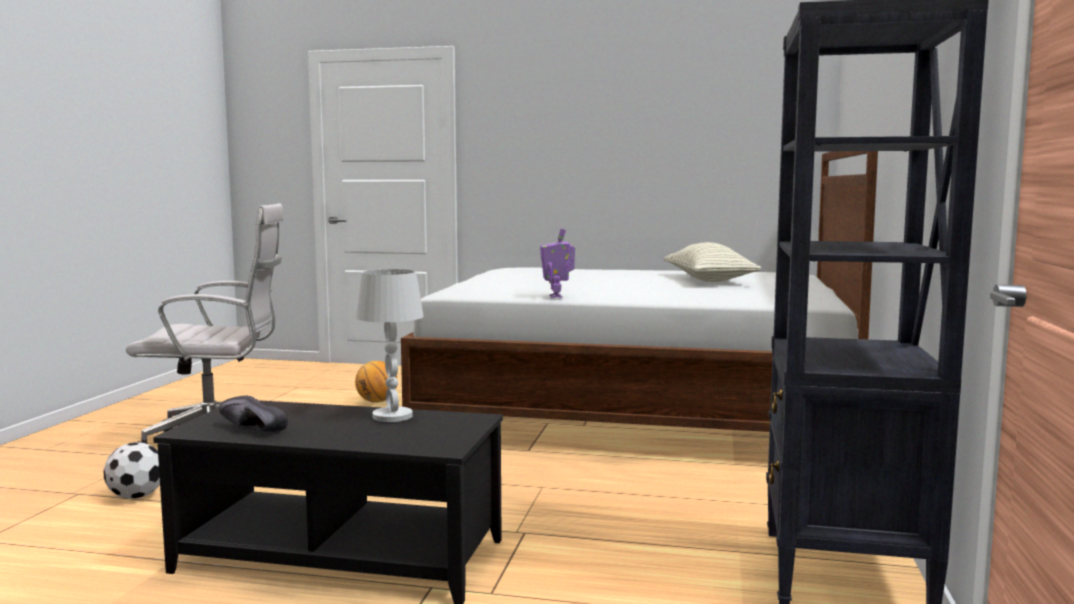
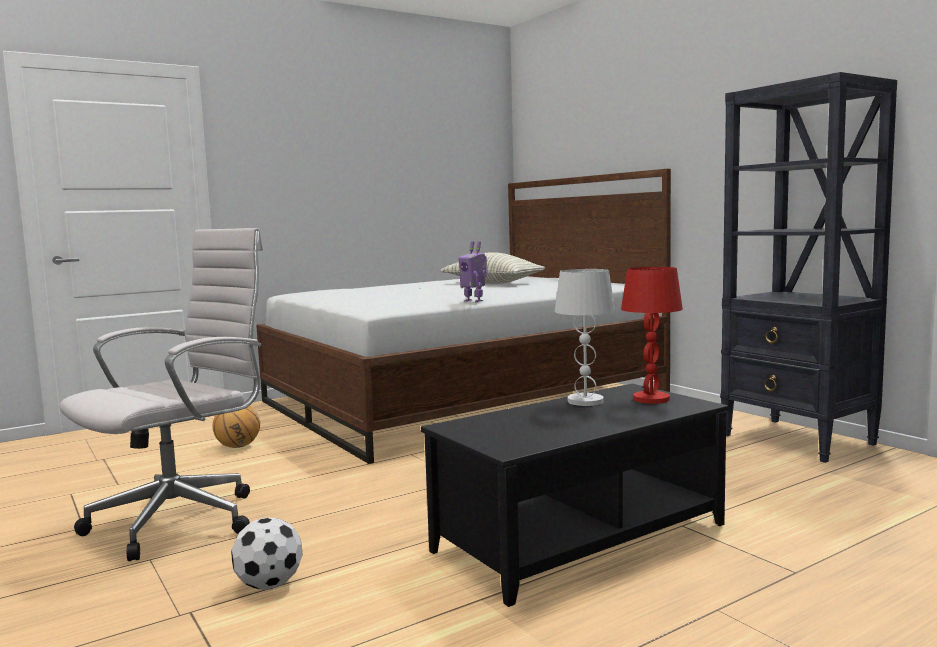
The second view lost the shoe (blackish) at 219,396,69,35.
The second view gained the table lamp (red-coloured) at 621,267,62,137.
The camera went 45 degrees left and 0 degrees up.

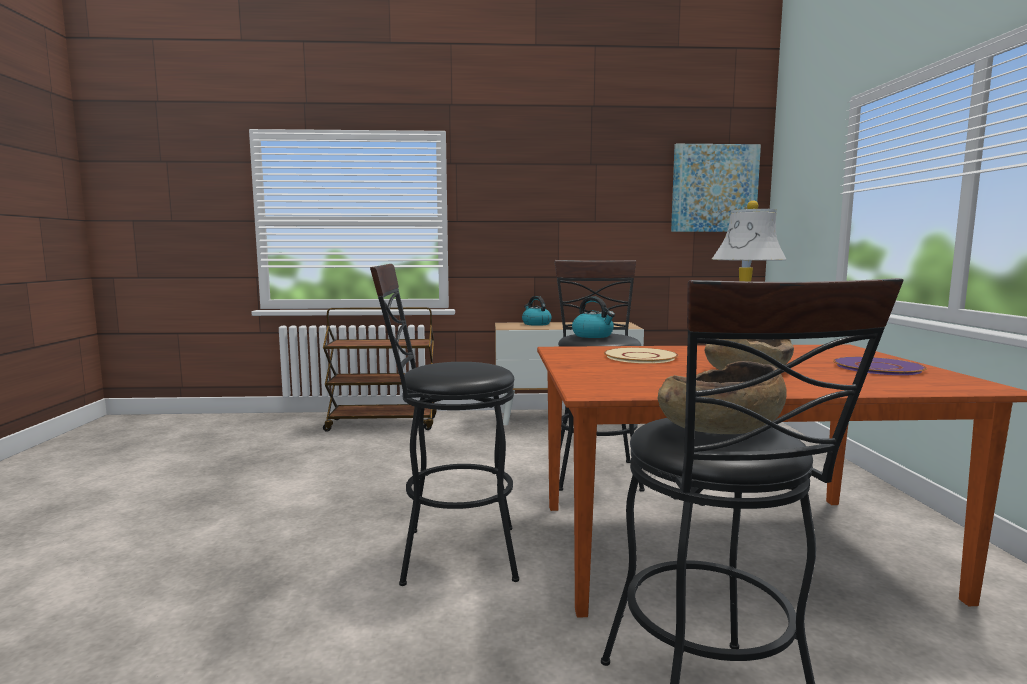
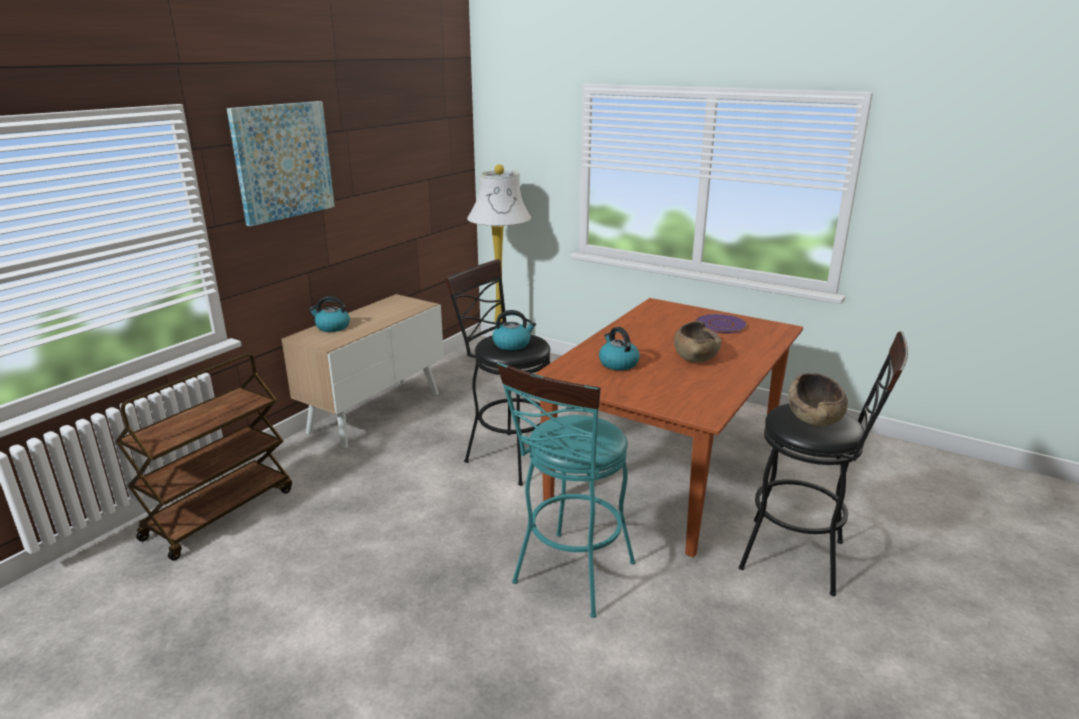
The picture ended up elsewhere, having gone from 671,144,90,88 to 227,101,108,125.
What was the sitting stool (blackish) at 370,264,149,322 turned into the sitting stool (blue-green) at 497,362,138,256.
Where the plate (beige-coloured) stood at 604,347,75,16, the water kettle came to stand at 599,327,41,43.
The camera went 55 degrees left and 15 degrees up.

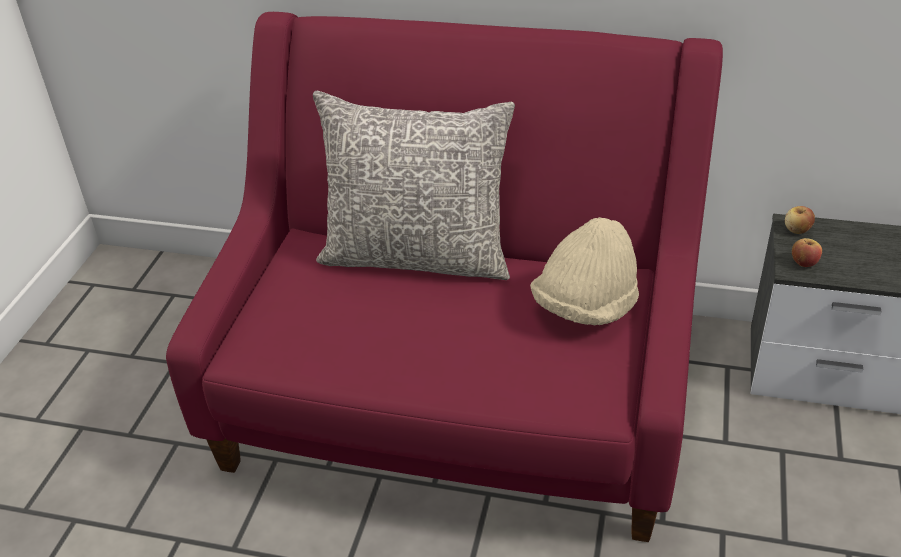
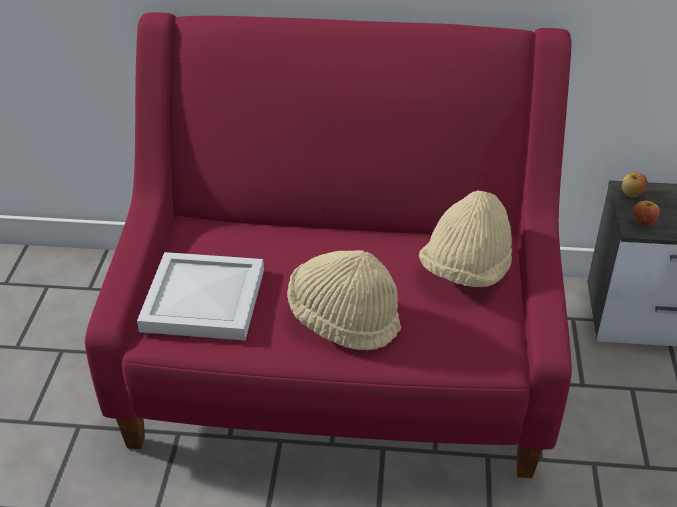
The second view lost the cushion (grey) at 313,91,202,189.
The second view gained the hat (beige-coloured) at 287,250,114,101.
The second view gained the carrying tray (whitish) at 137,252,127,88.
The camera went 10 degrees left and 0 degrees up.

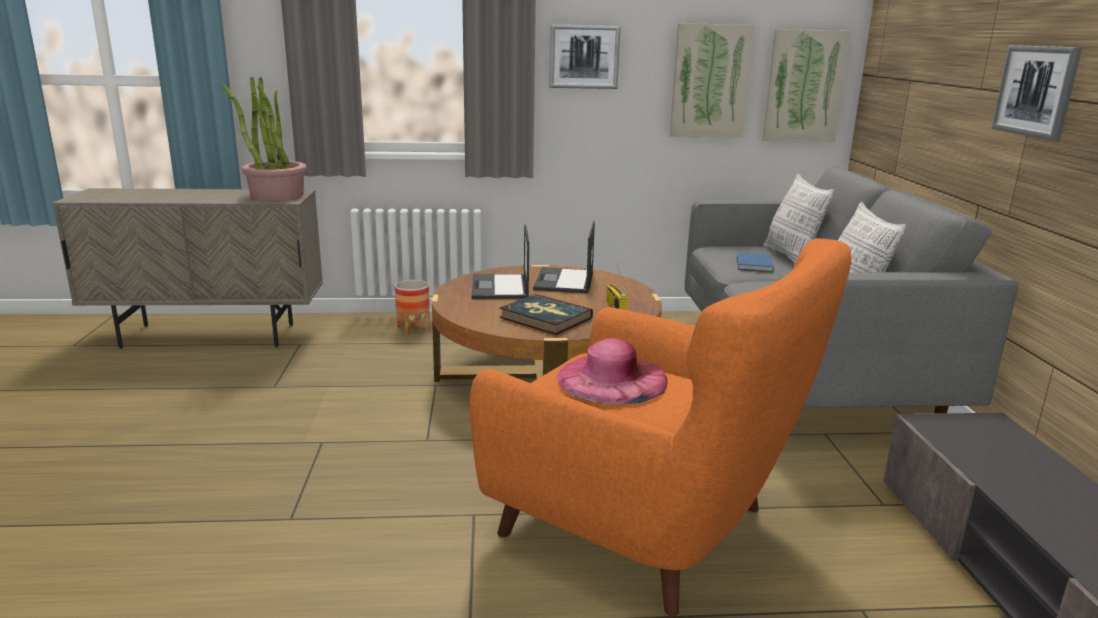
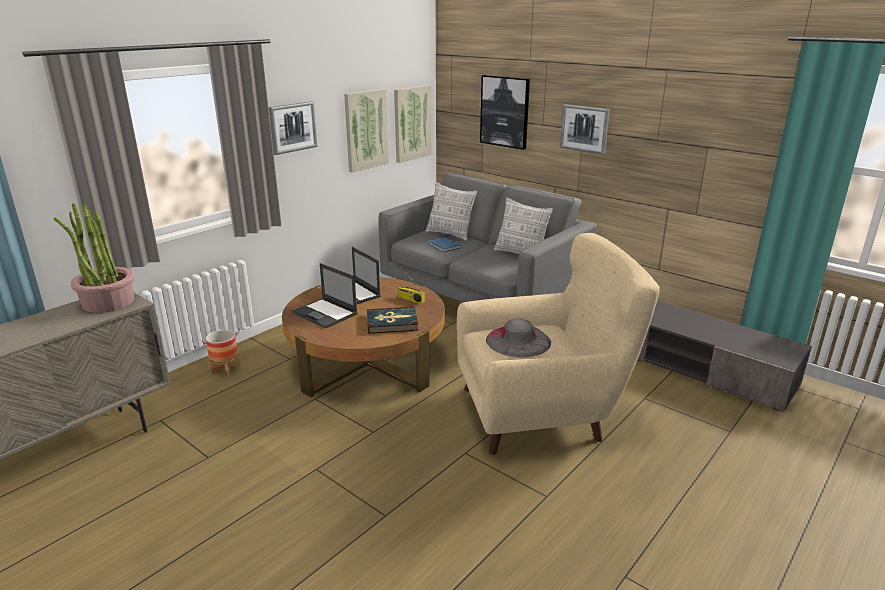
What was the easy chair (orange-coloured) at 469,238,382,378 turned into the easy chair (beige-coloured) at 457,233,202,222.
What was the hat (pink-coloured) at 556,338,112,66 turned into the hat (grey) at 486,318,65,40.
The second view gained the picture at 480,75,50,75.
The camera went 45 degrees left and 5 degrees up.

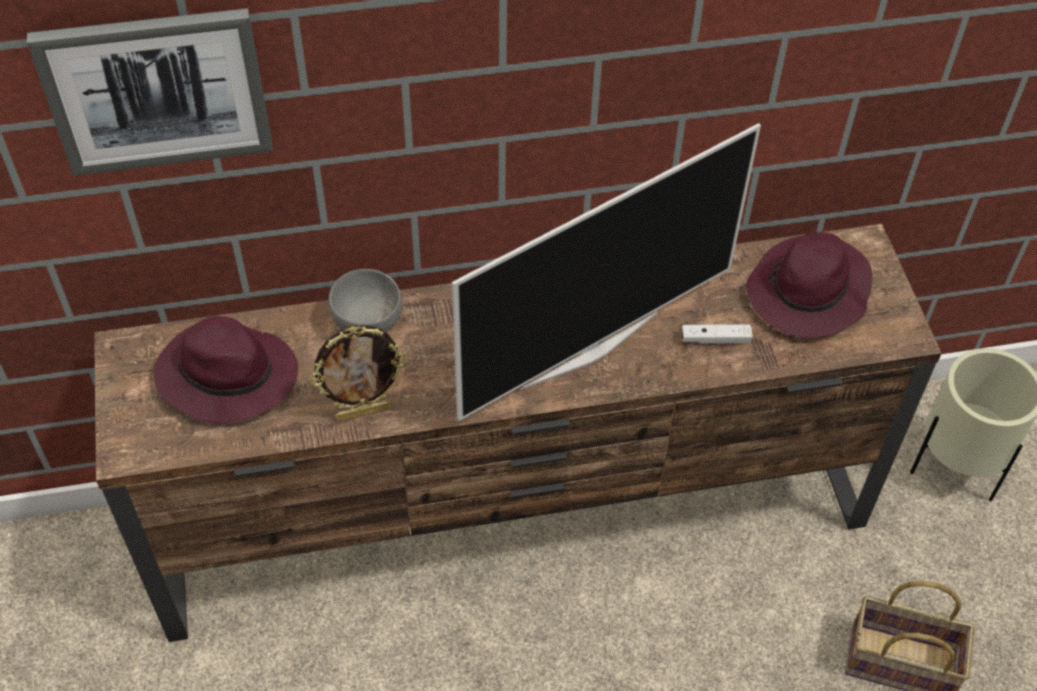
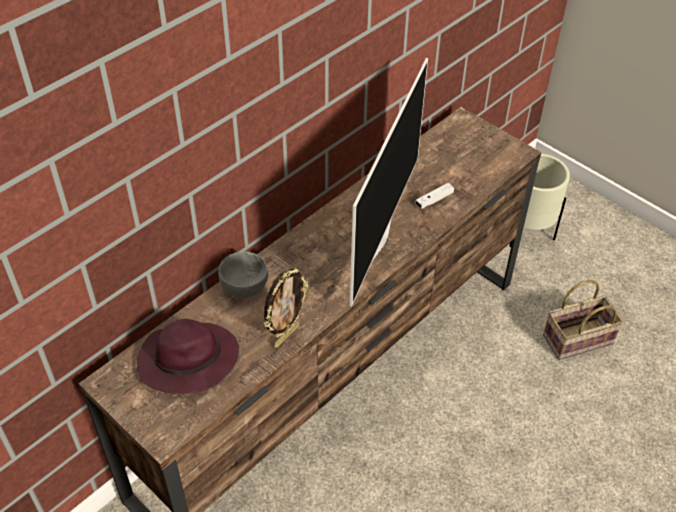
The second view lost the picture at 27,8,246,168.
The second view lost the hat (purple-coloured) at 746,232,126,106.
The camera went 35 degrees left and 5 degrees down.

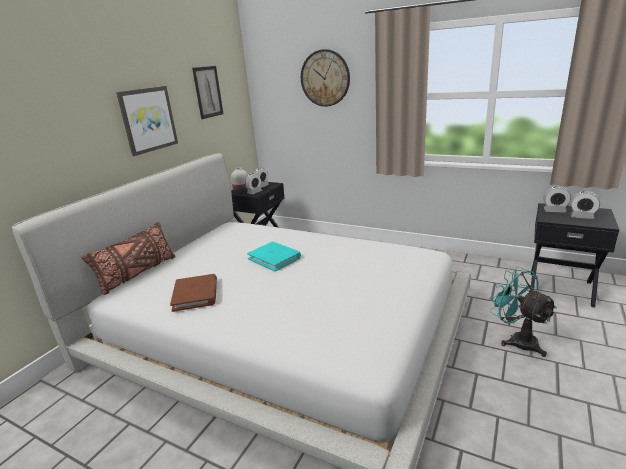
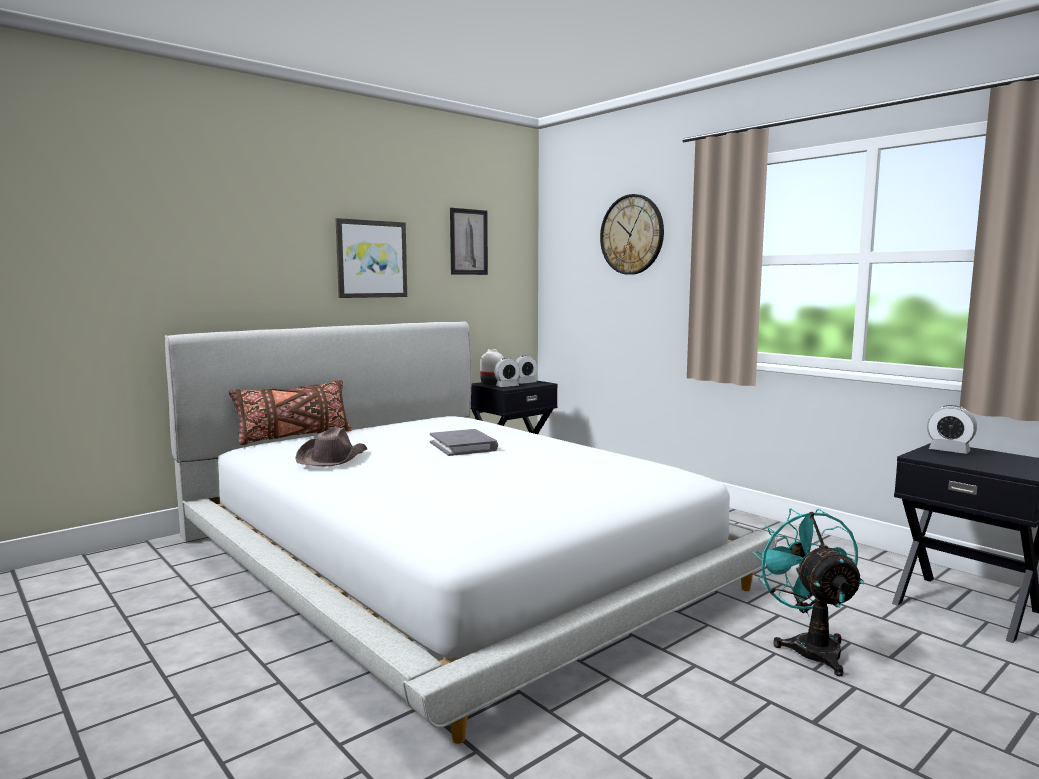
The second view lost the table clock at 571,191,29,29.
What was the book (blue-green) at 247,242,54,30 turned into the book (grey) at 430,429,68,27.
Where the book (brownish) stood at 170,274,47,38, the hat (brownish) came to stand at 295,426,72,40.
The camera went 20 degrees right and 15 degrees down.

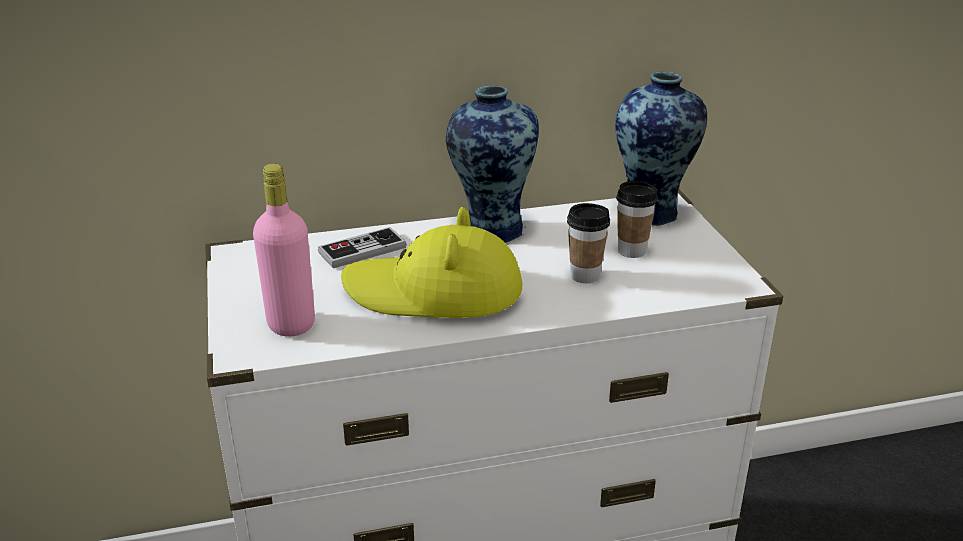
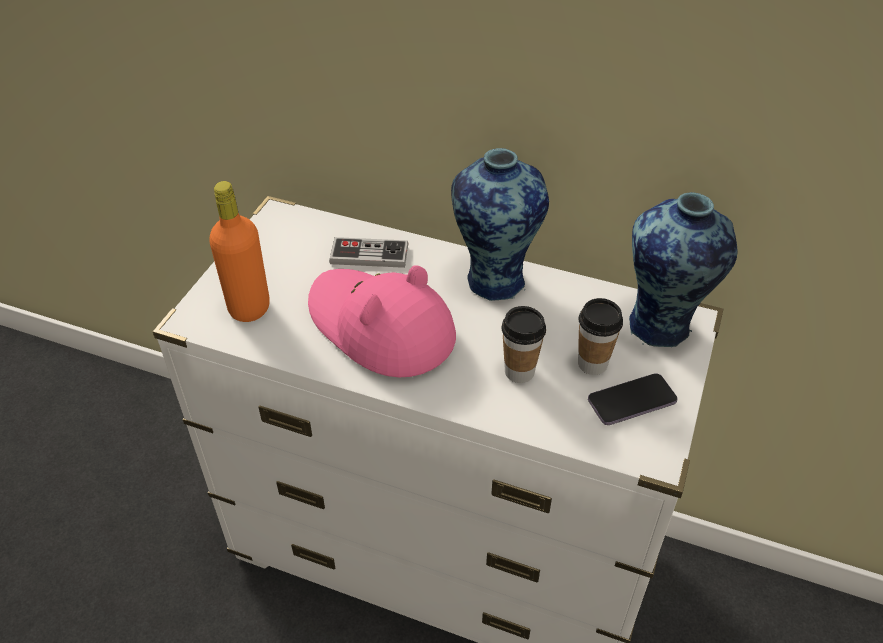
What was the beverage bottle (pink-coloured) at 253,164,62,173 turned into the beverage bottle (orange-coloured) at 209,181,61,141.
What was the hat (yellowish) at 341,207,181,111 turned into the hat (pink-coloured) at 308,265,148,113.
The second view gained the phone at 588,373,90,52.
The camera went 35 degrees right and 15 degrees up.

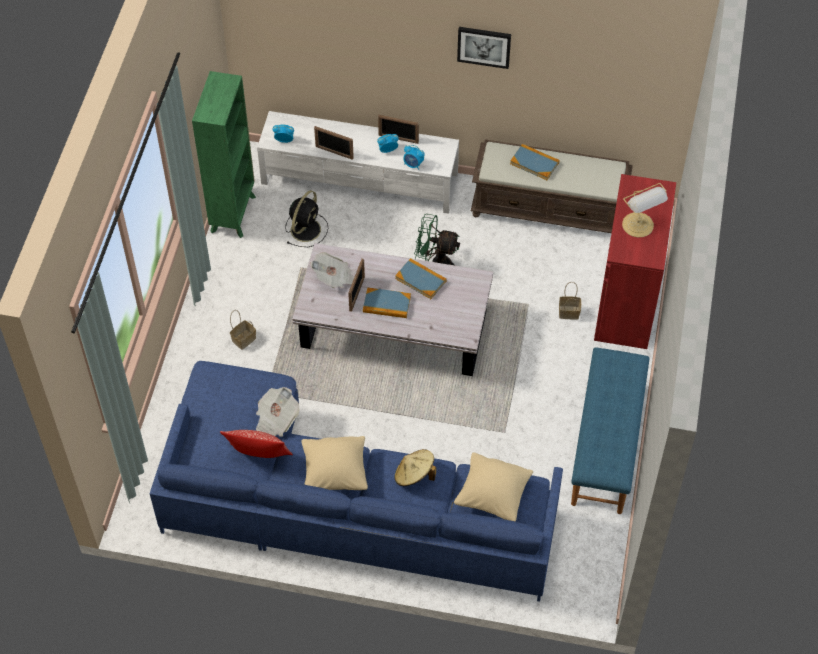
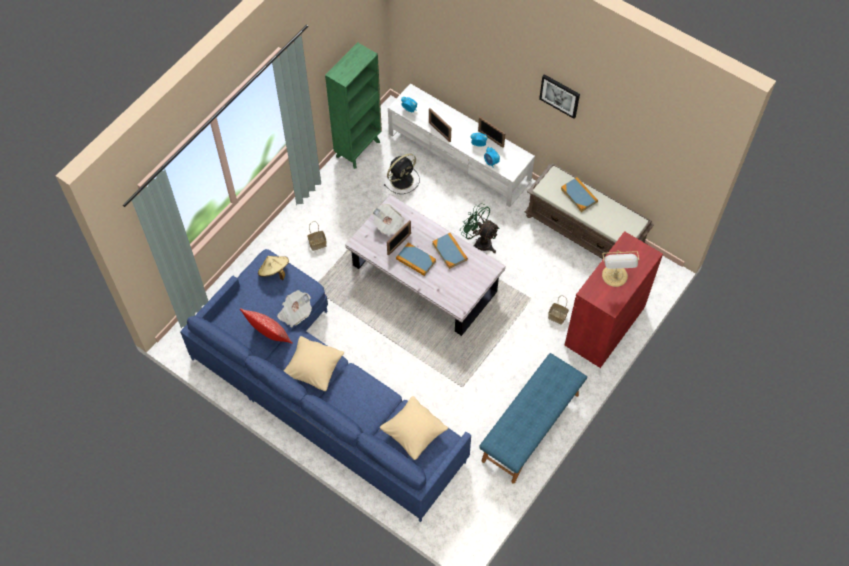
The hat (beige-coloured) ended up elsewhere, having gone from 395,449,41,37 to 258,256,31,25.
The camera went 25 degrees right and 5 degrees up.

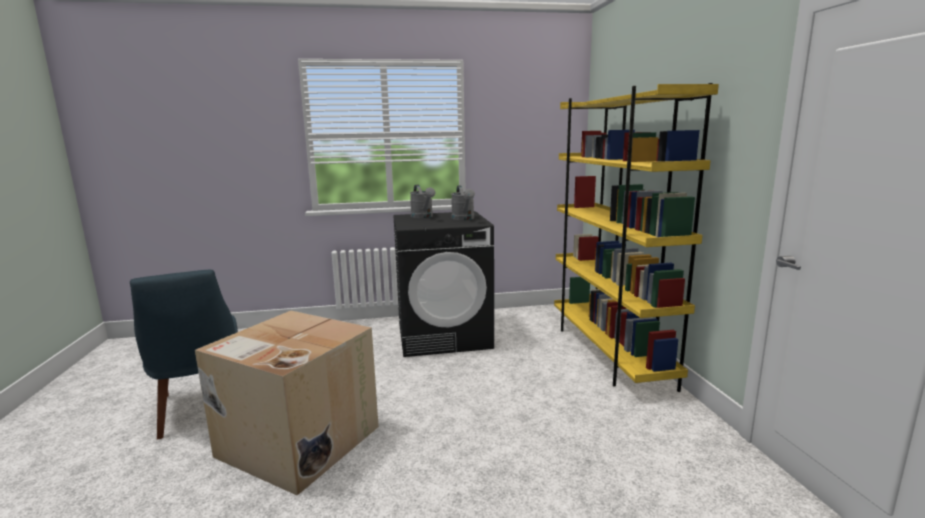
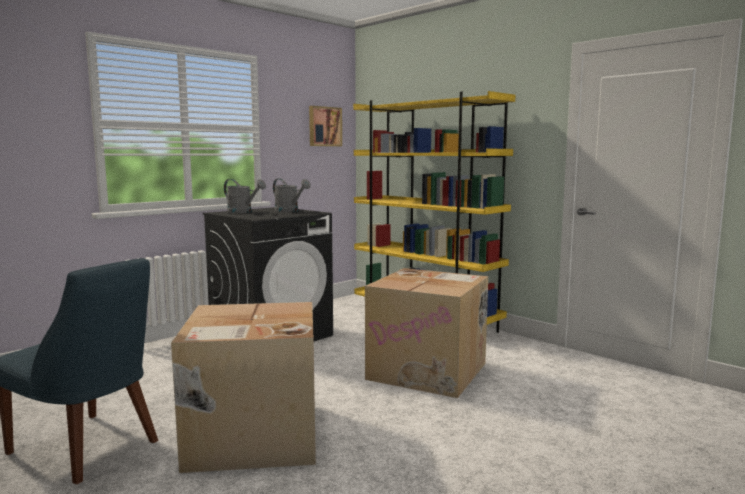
The second view gained the picture at 309,106,33,40.
The second view gained the carton at 365,268,123,130.
The camera went 35 degrees left and 5 degrees down.

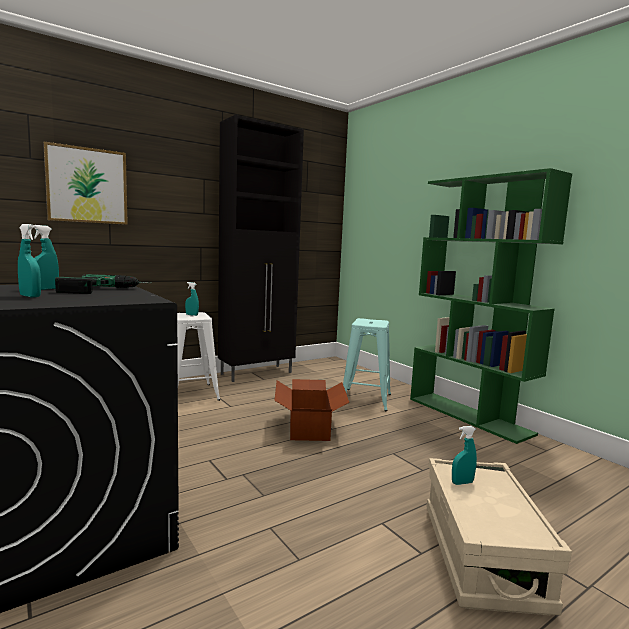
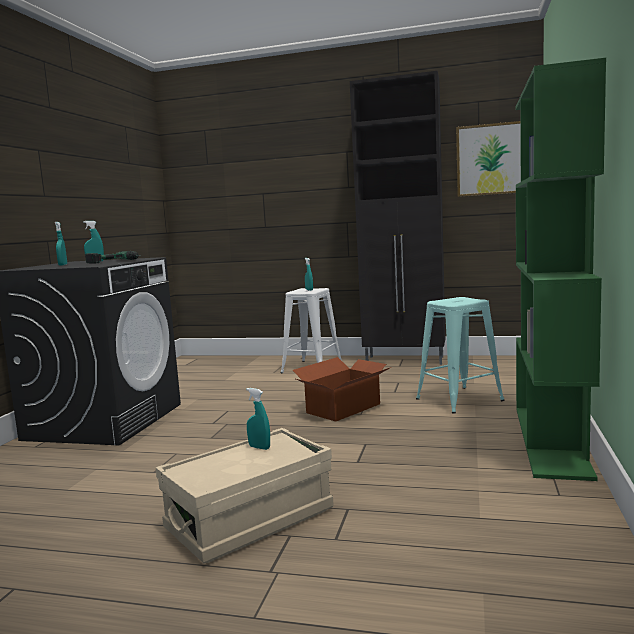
The picture ended up elsewhere, having gone from 43,142,85,83 to 456,121,65,76.
The camera went 50 degrees right and 0 degrees up.

